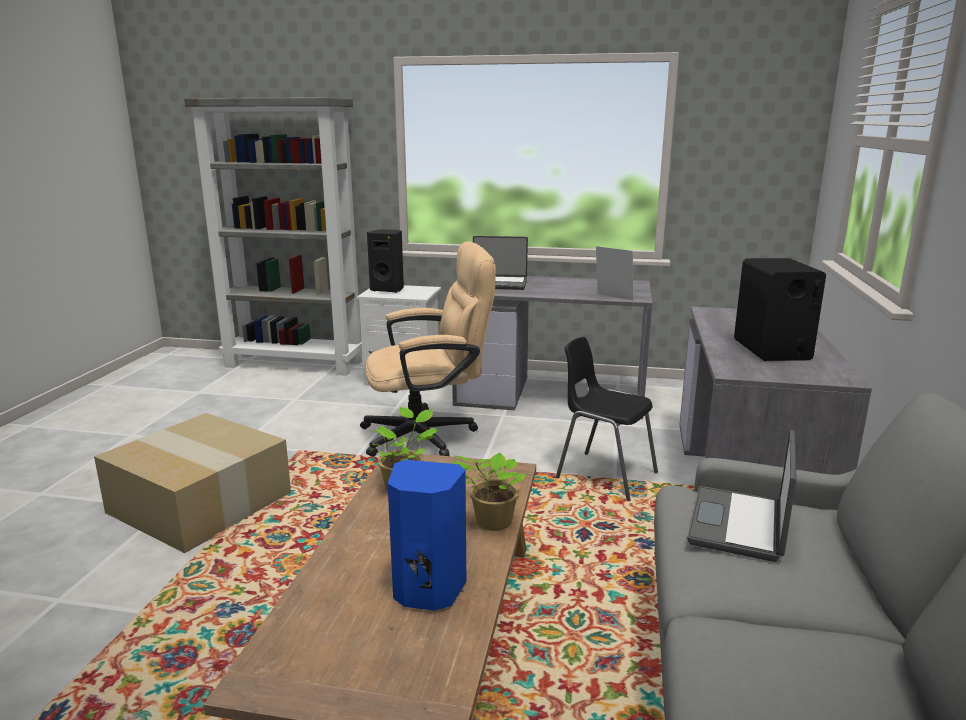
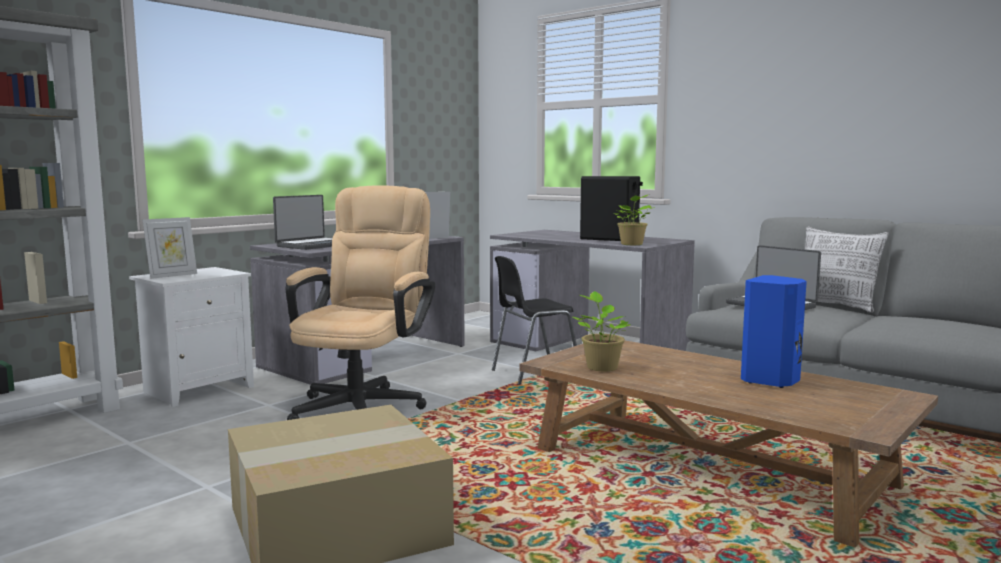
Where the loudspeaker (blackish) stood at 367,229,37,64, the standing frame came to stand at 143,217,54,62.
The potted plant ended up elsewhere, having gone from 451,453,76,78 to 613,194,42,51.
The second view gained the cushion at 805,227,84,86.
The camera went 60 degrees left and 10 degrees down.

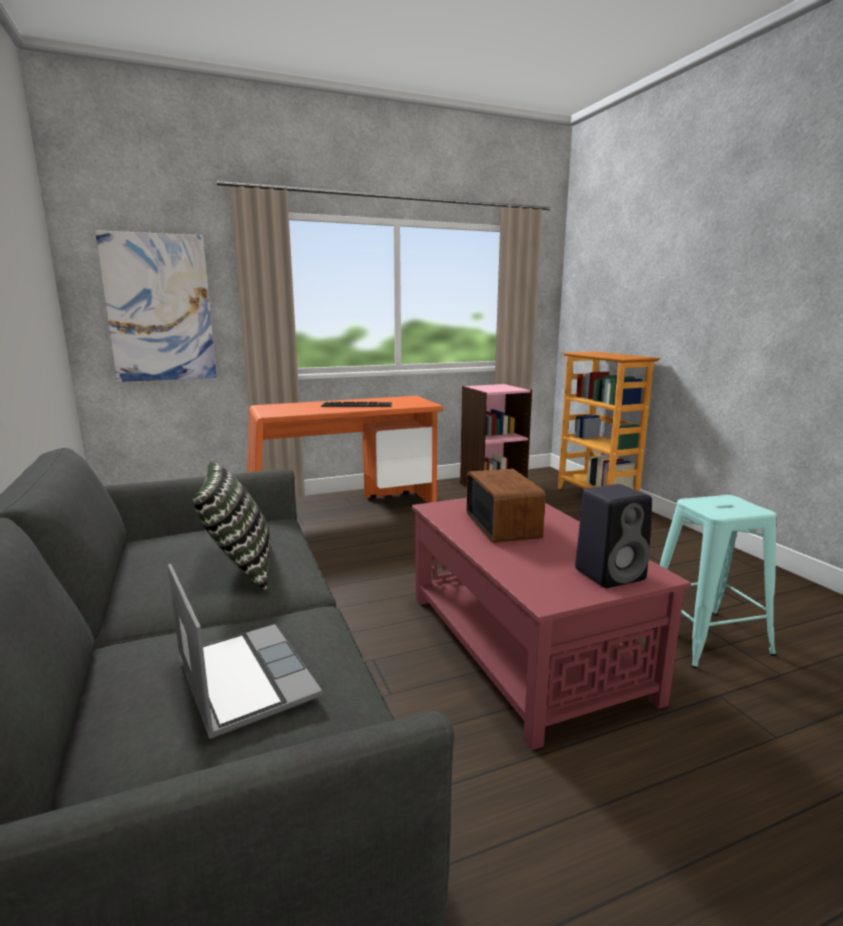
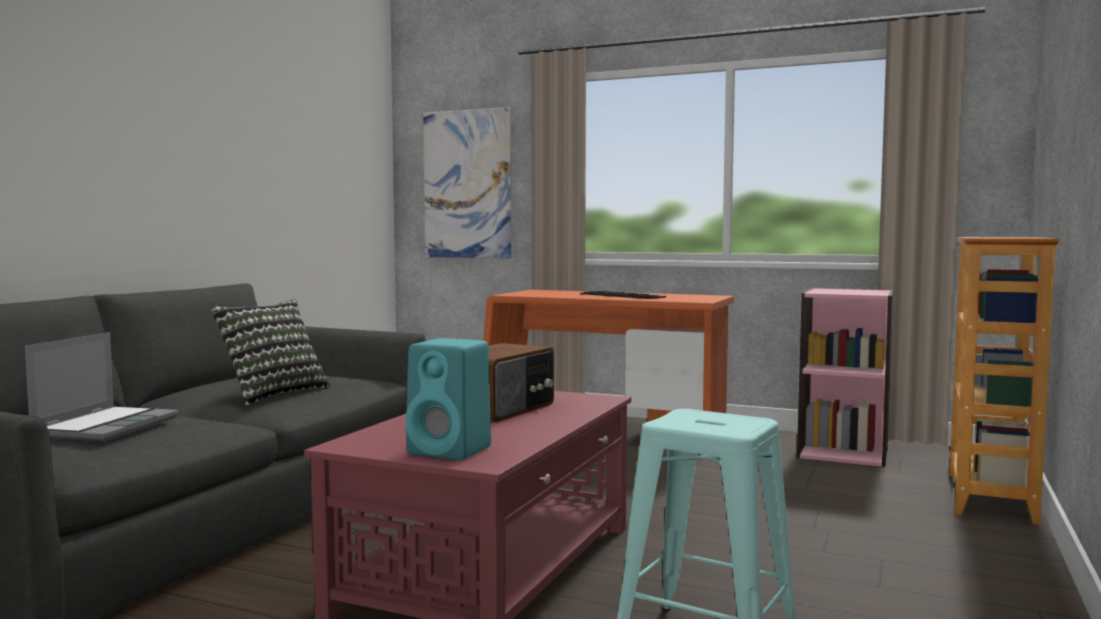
What was the loudspeaker (blackish) at 575,484,77,104 turned into the loudspeaker (blue-green) at 405,338,86,122.
The camera went 45 degrees right and 10 degrees down.

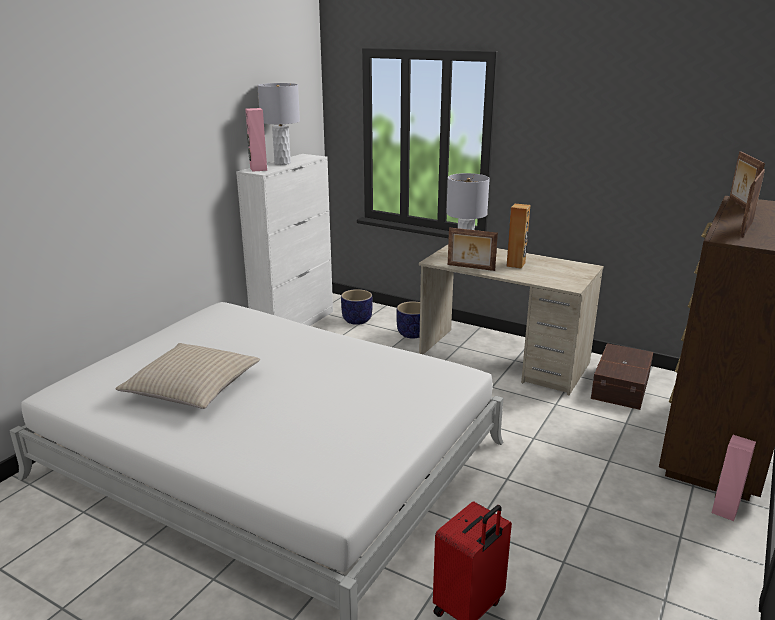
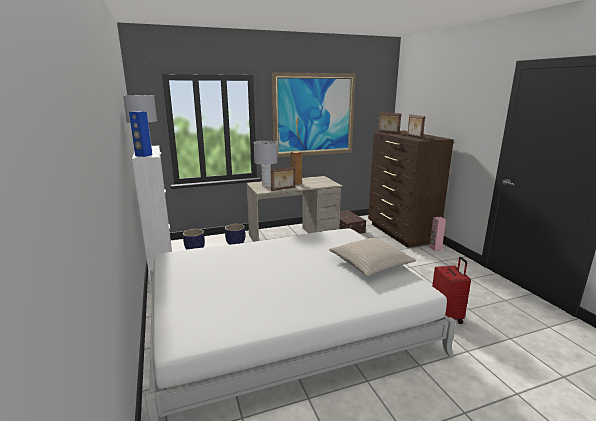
What was the loudspeaker (pink-coloured) at 245,108,22,64 turned into the loudspeaker (blue-coloured) at 129,111,23,46.
The cushion (beige-coloured) ended up elsewhere, having gone from 115,343,145,66 to 329,237,87,39.
The second view gained the picture at 272,72,84,85.
The camera went 50 degrees left and 5 degrees down.

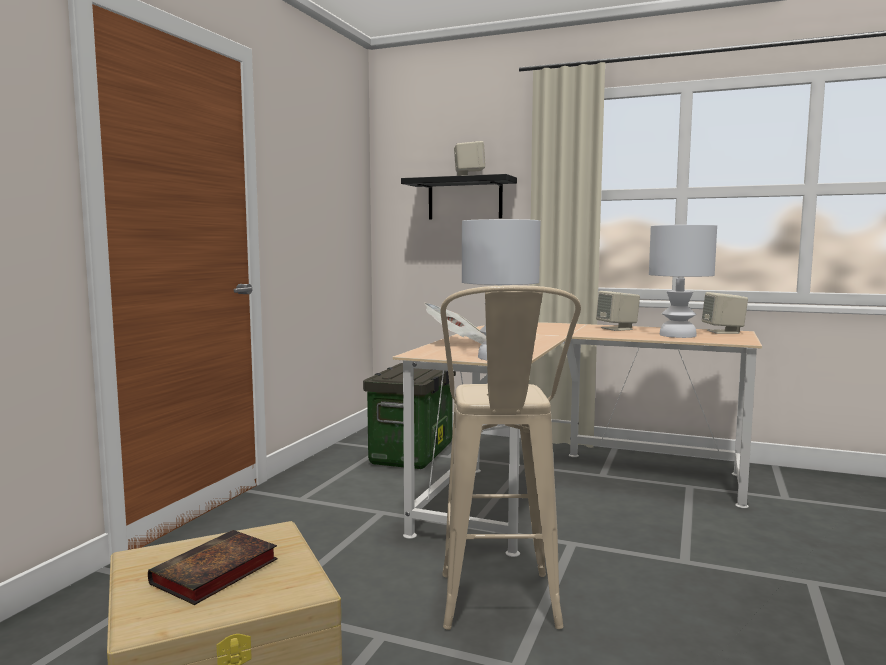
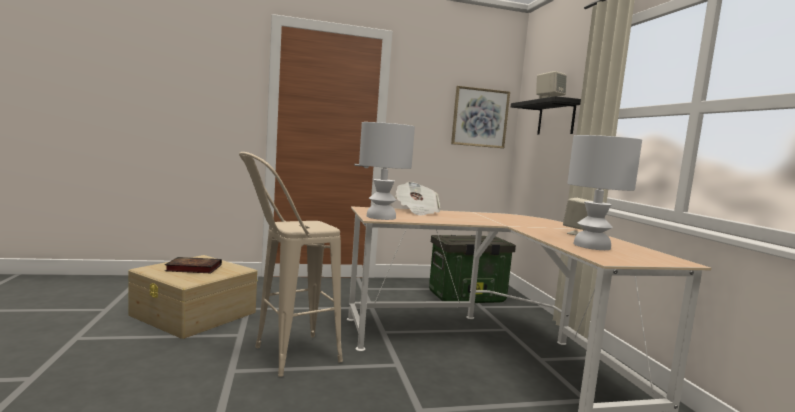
The second view lost the loudspeaker (beige-coloured) at 702,292,46,42.
The second view gained the picture at 451,86,59,62.
The camera went 55 degrees right and 0 degrees up.

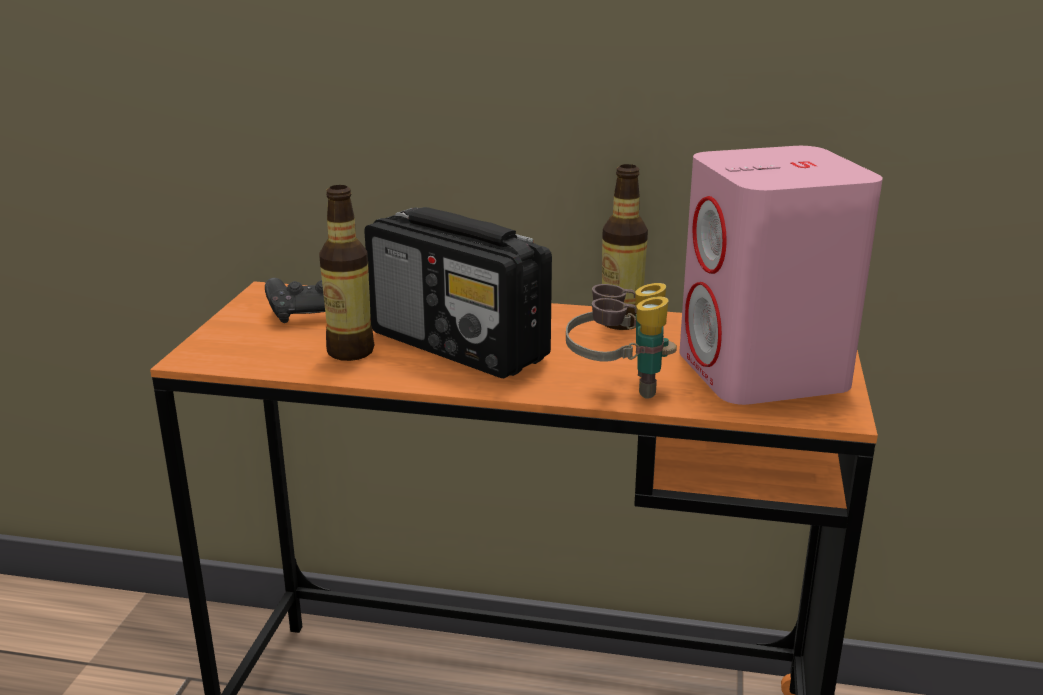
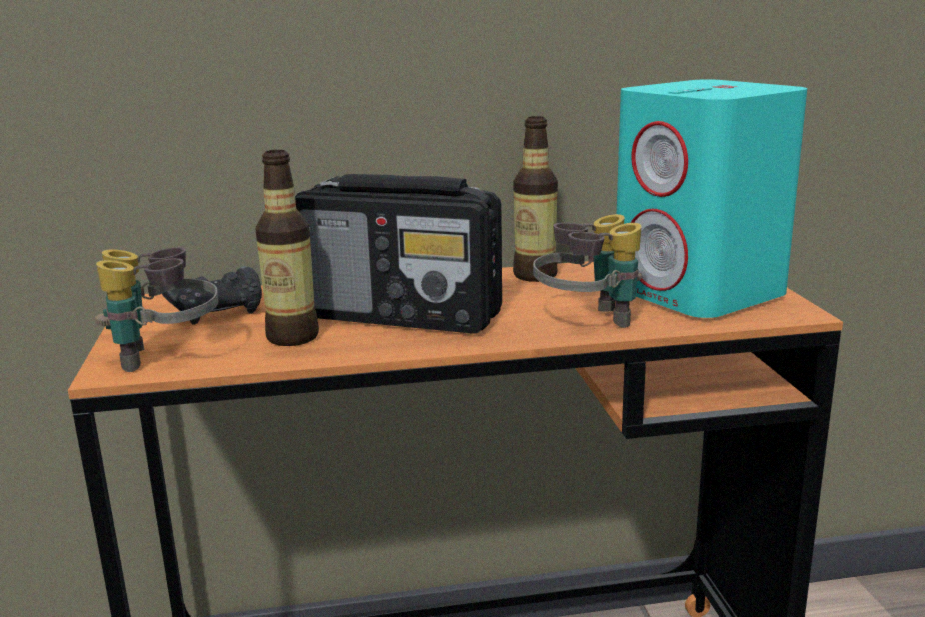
What was the loudspeaker (pink-coloured) at 679,146,204,259 turned into the loudspeaker (blue-green) at 617,79,190,239.
The second view gained the pair of binoculars at 94,247,124,125.
The camera went 20 degrees left and 5 degrees down.

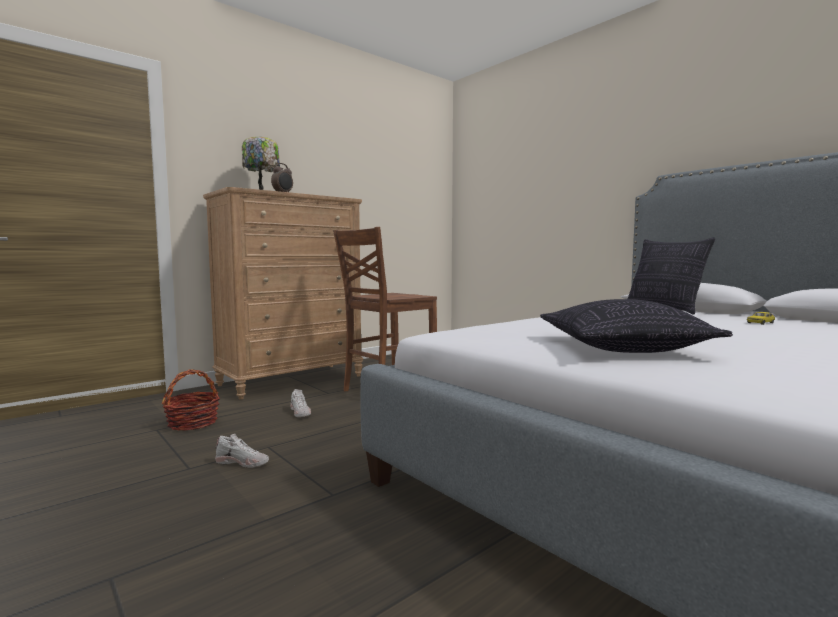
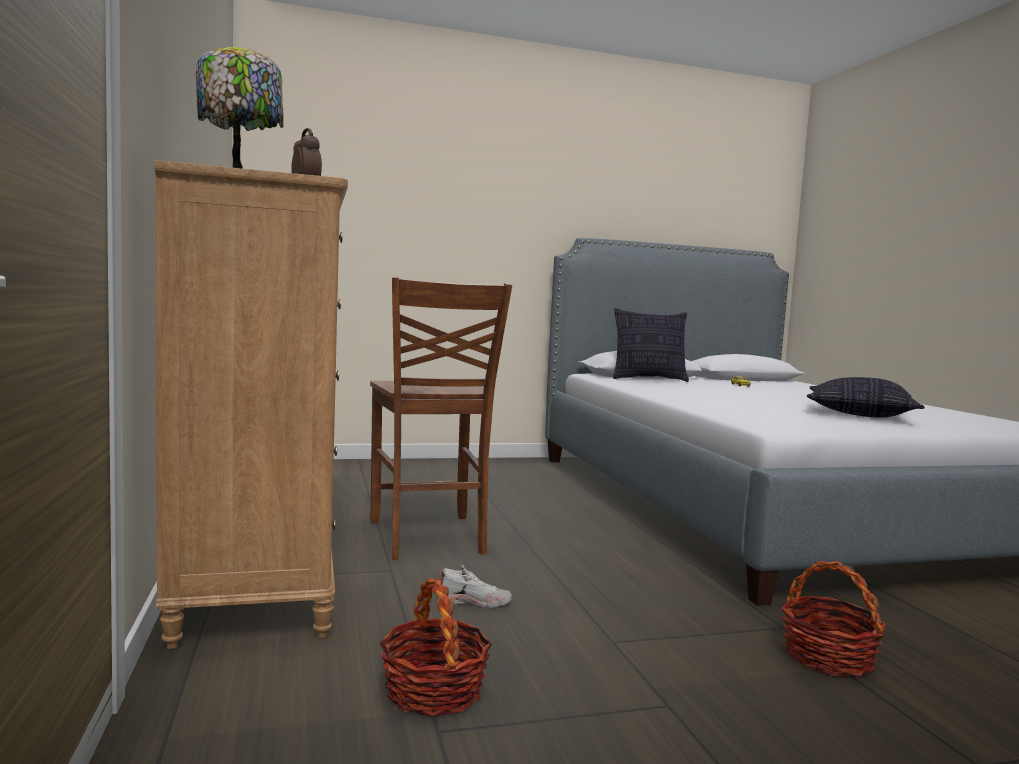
The second view lost the shoe (whitish) at 215,434,54,34.
The second view gained the storage basket at 782,561,104,117.
The camera went 65 degrees left and 0 degrees up.

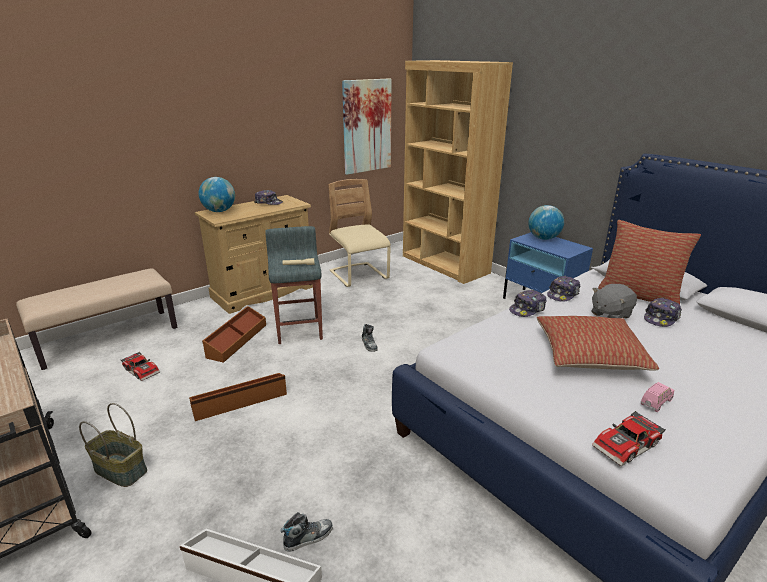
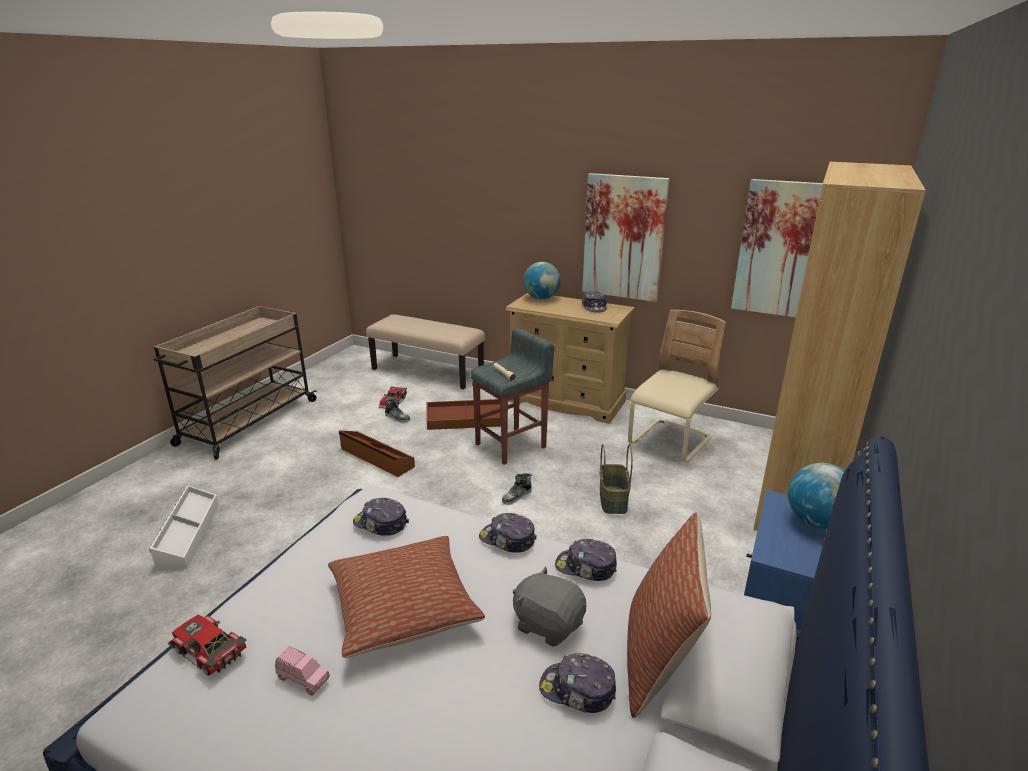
The storage basket ended up elsewhere, having gone from 79,403,68,84 to 599,444,34,70.
The shoe ended up elsewhere, having gone from 281,512,52,40 to 385,399,25,23.
The second view gained the picture at 582,173,88,129.
The second view gained the peaked cap at 353,498,56,38.
The camera went 65 degrees right and 0 degrees up.

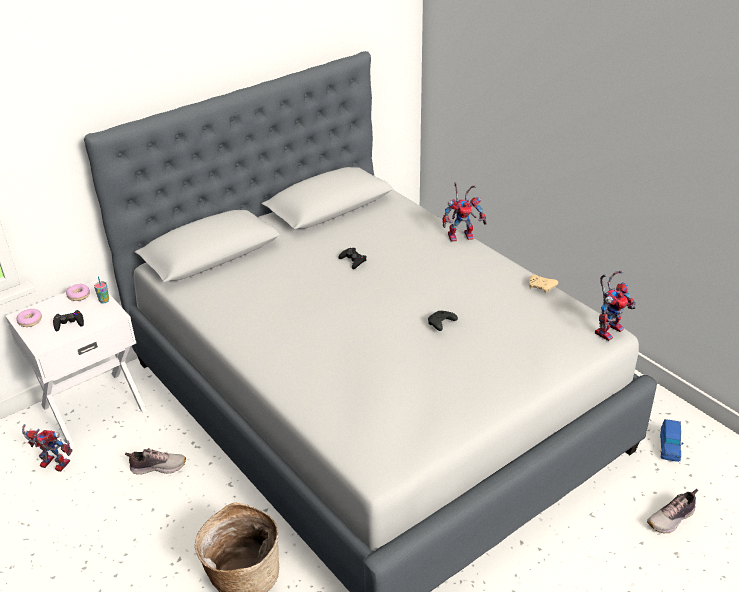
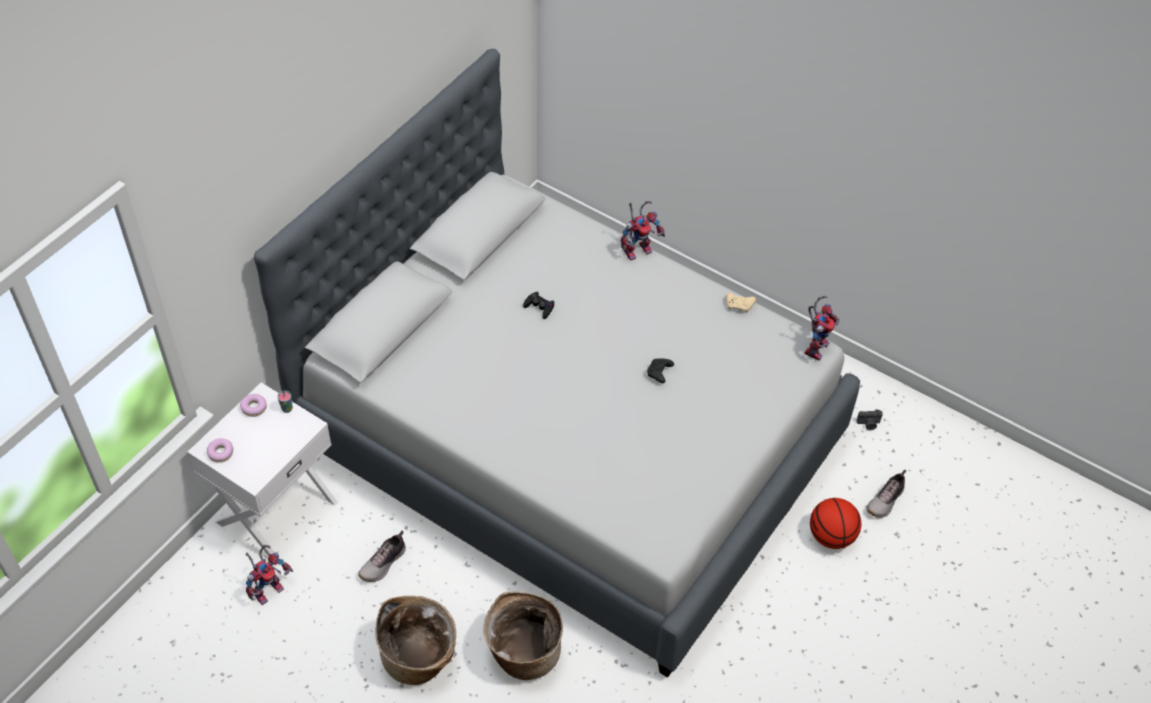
The second view lost the gamepad (blackish) at 53,310,31,21.
Where the toy car (blue-coloured) stood at 660,419,23,43, the photo camera came to stand at 856,409,27,21.
The robot figure at 22,424,51,48 ended up facing another way, 135 degrees clockwise from before.
The shoe at 125,448,61,27 ended up facing another way, 150 degrees clockwise from before.
The second view gained the basketball ball at 810,498,51,51.
The second view gained the storage basket at 375,596,81,89.
The camera went 20 degrees left and 15 degrees up.

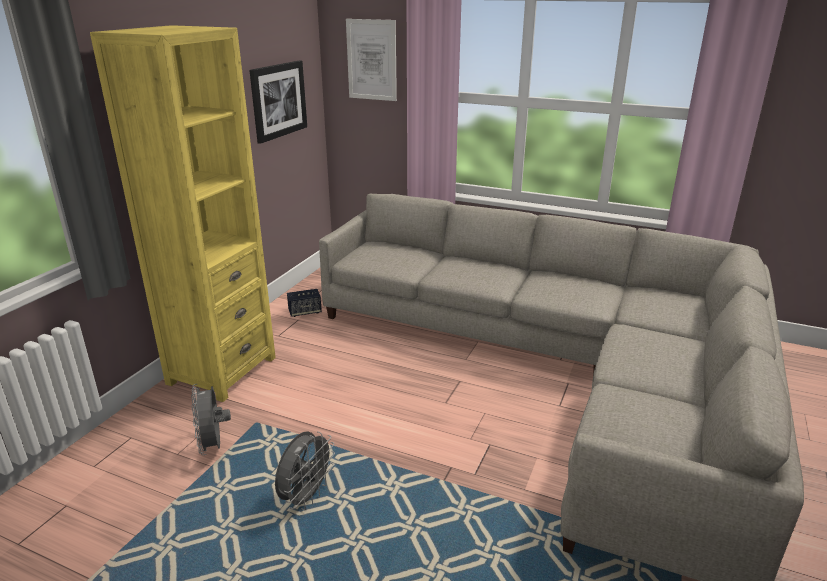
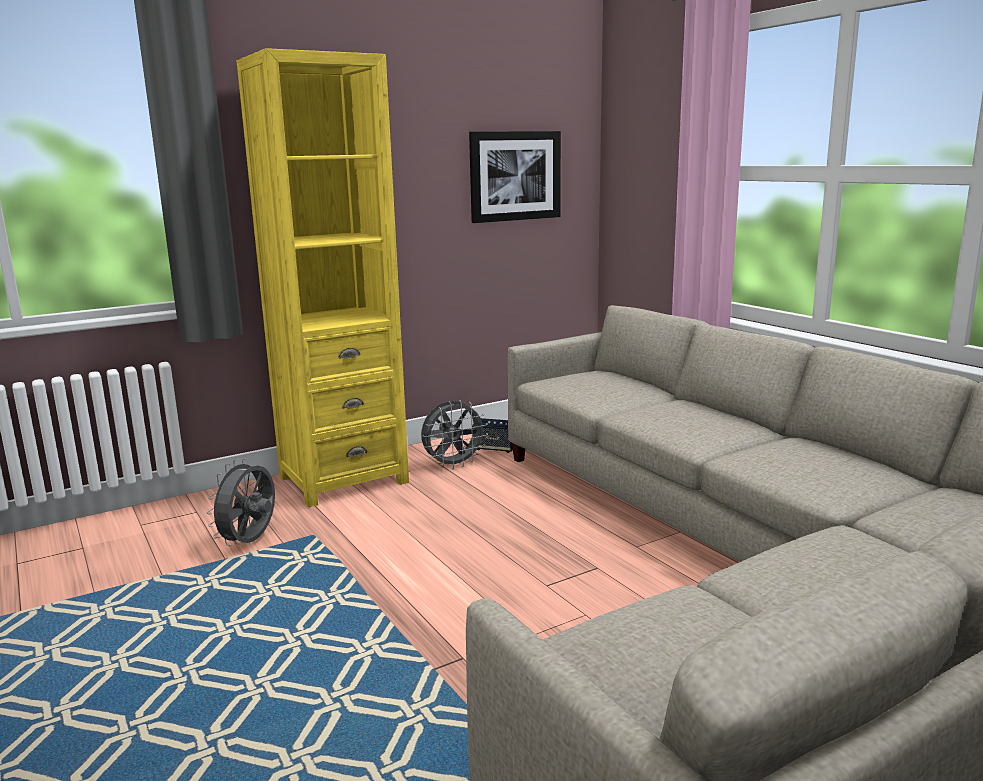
The second view lost the picture at 346,19,51,82.
The fan (grey) ended up elsewhere, having gone from 275,431,60,79 to 421,400,67,69.
The camera went 35 degrees right and 10 degrees down.

